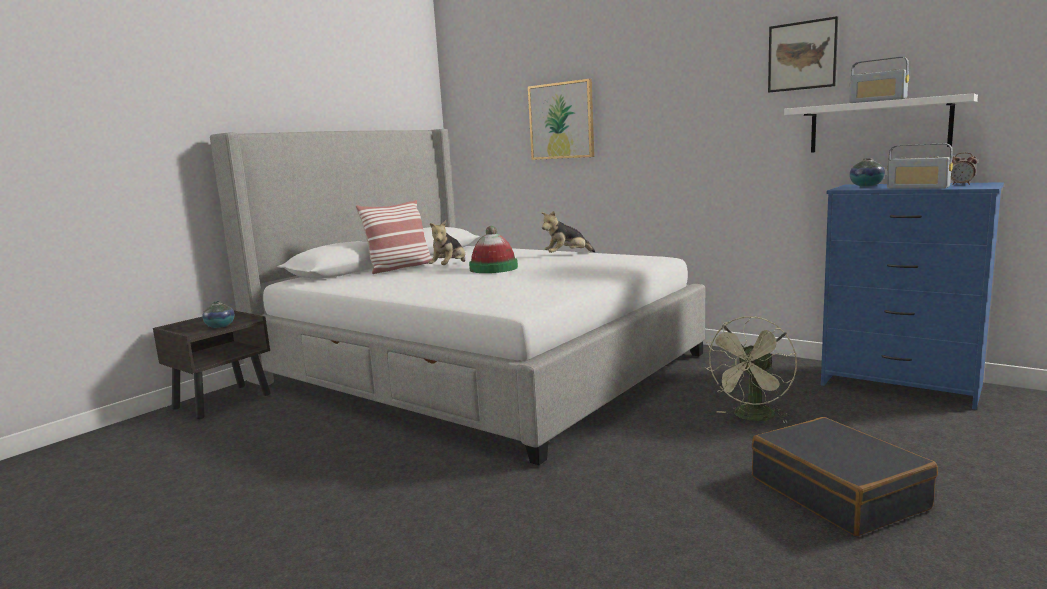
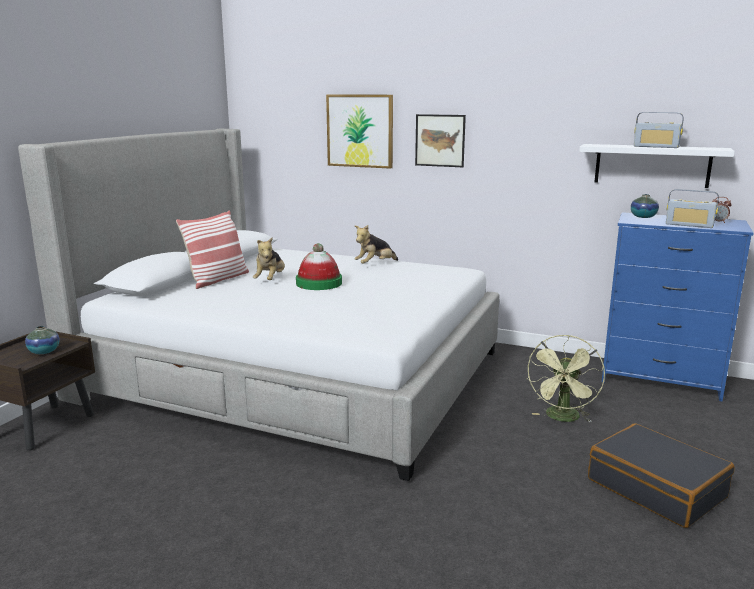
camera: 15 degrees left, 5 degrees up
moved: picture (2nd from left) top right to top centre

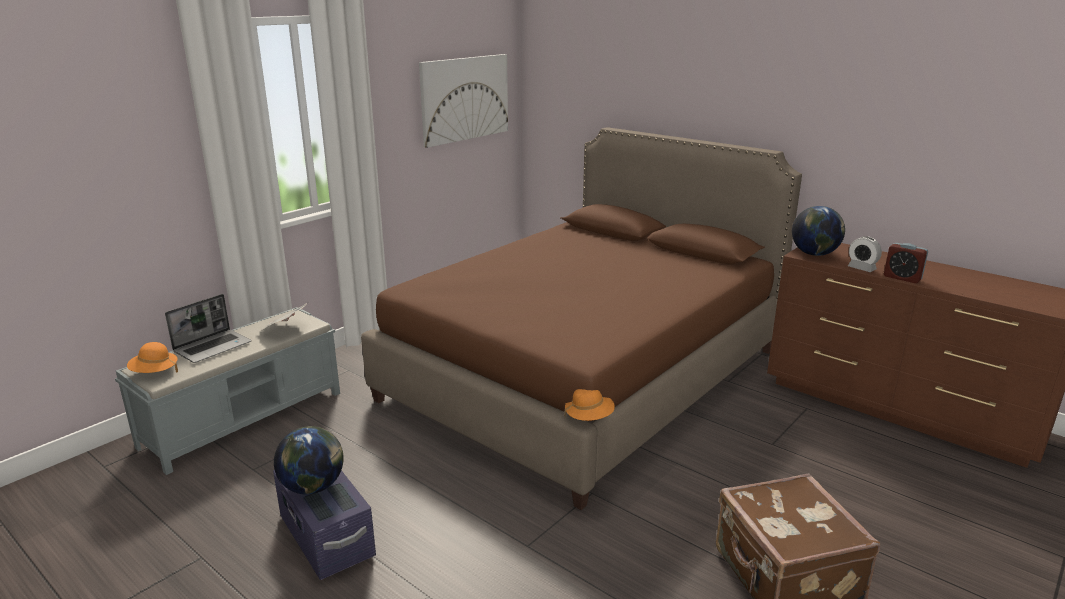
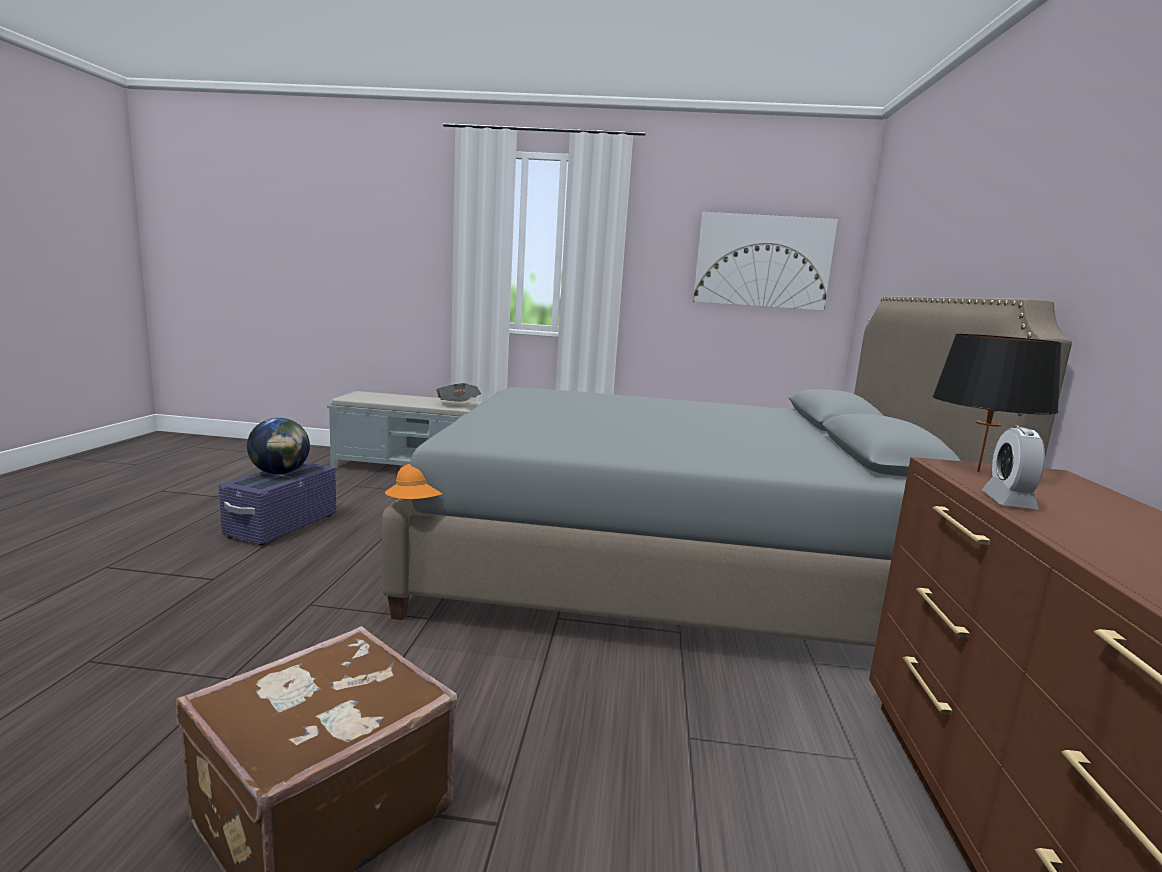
camera: 55 degrees right, 10 degrees down
removed: hat in orange (1st from left) middle left; notebook computer middle left; bedside clock (2nd from left) middle right
replaced: desk globe (2nd from left) middle right to table lamp in blackish middle right
recoloured: sleeping bed in brown centre to sleeping bed in grey centre

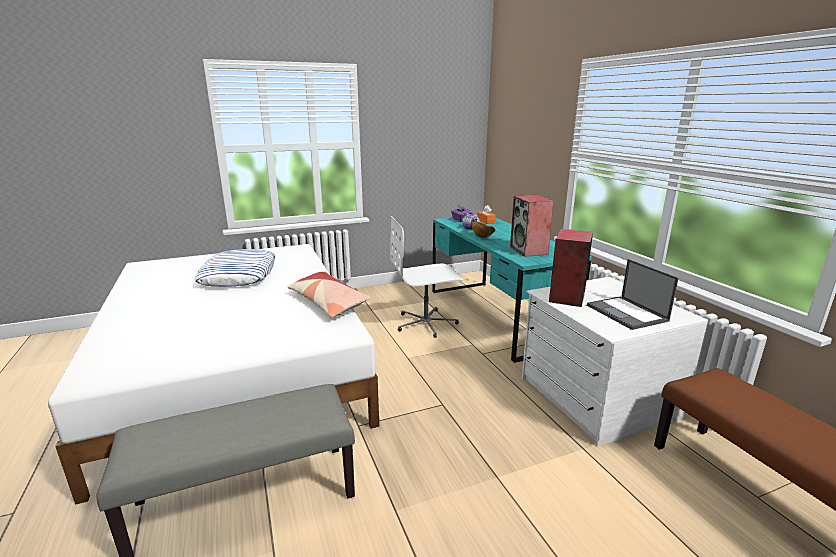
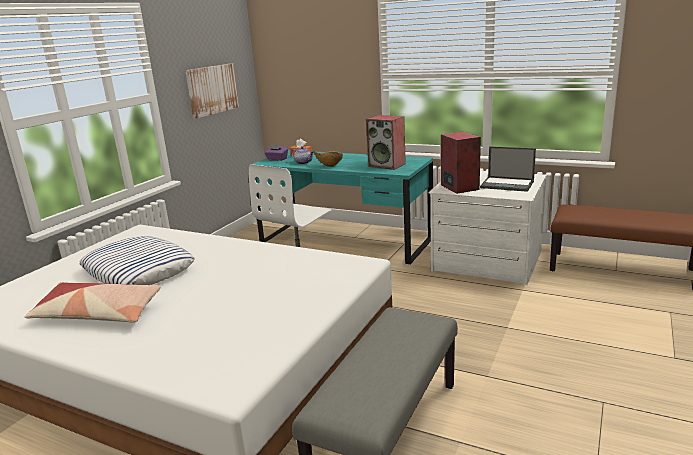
camera: 40 degrees left, 0 degrees up
added: picture top left
moved: cushion (2nd from left in the first image) centre to cushion (1st from left) middle left

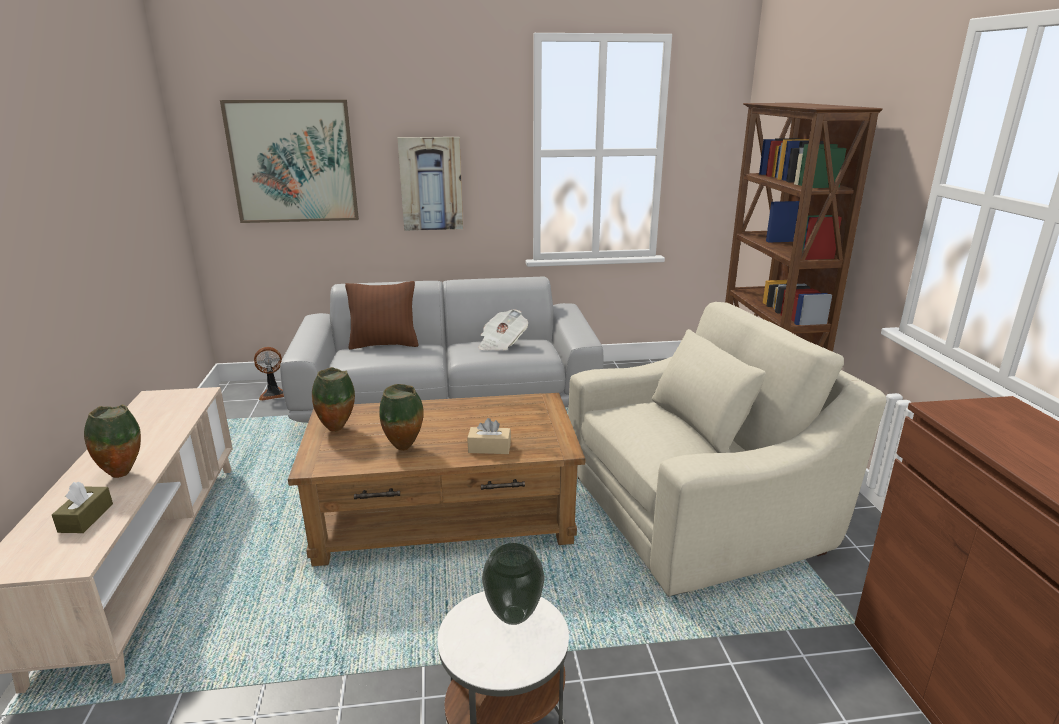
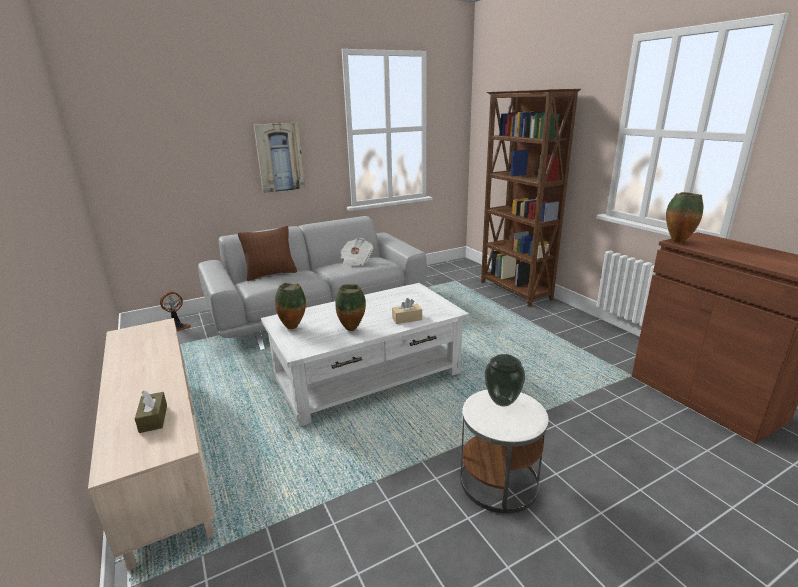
camera: 20 degrees left, 0 degrees up
removed: picture (1st from left) top left; lounge chair in beige-coloured middle right
moved: decorative vase (1st from left in the first image) middle left to decorative vase (4th from left) middle right
recoloured: coffee table in brown centre to coffee table in white-coloured centre

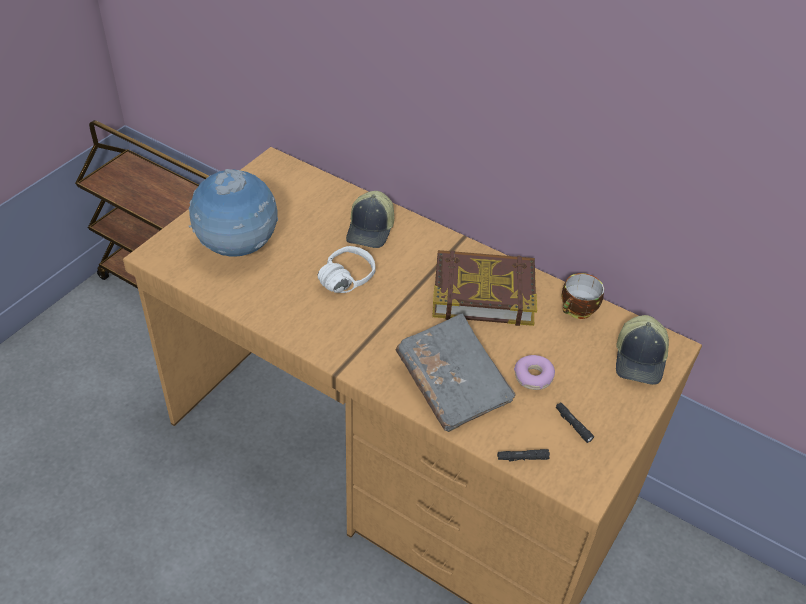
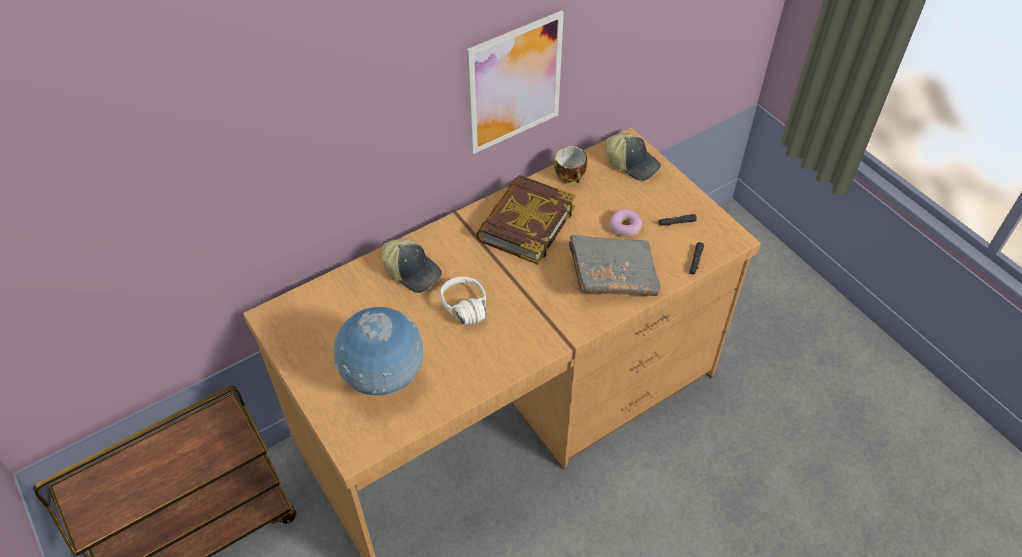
camera: 65 degrees left, 5 degrees up
added: picture top centre

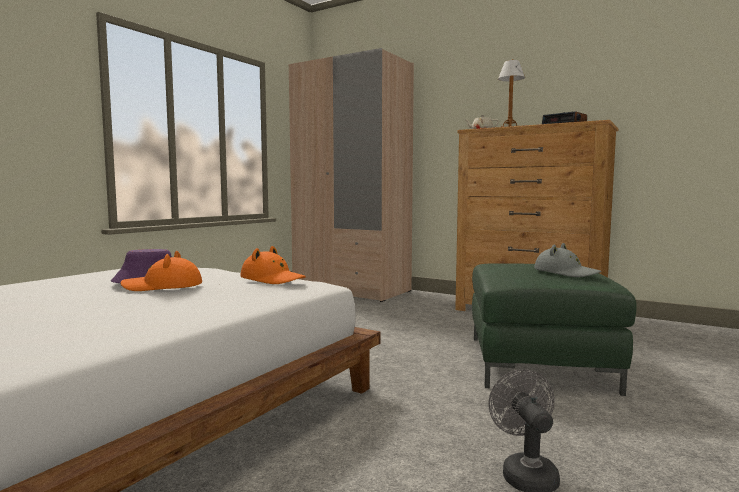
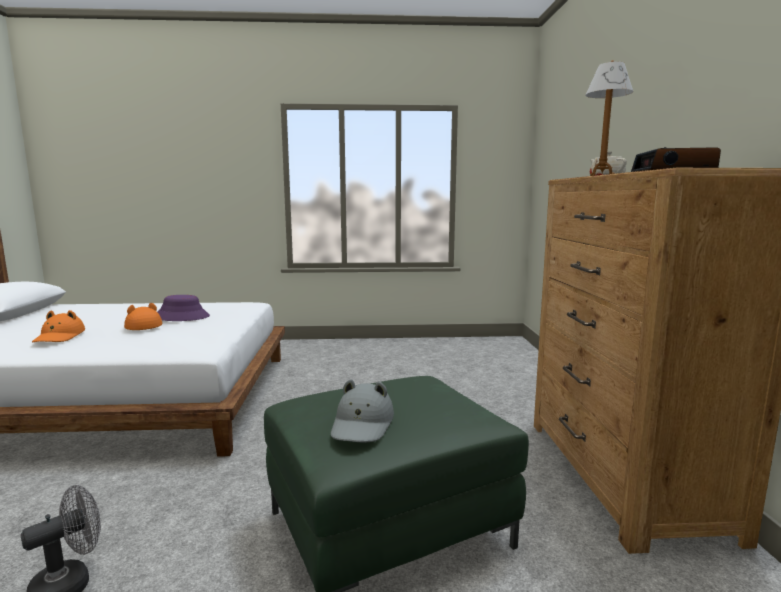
camera: 55 degrees right, 5 degrees up
removed: armoire in beige-coloured centre
moved: hat in orange (2nd from left in the first image) centre to hat in orange (1st from left) middle left

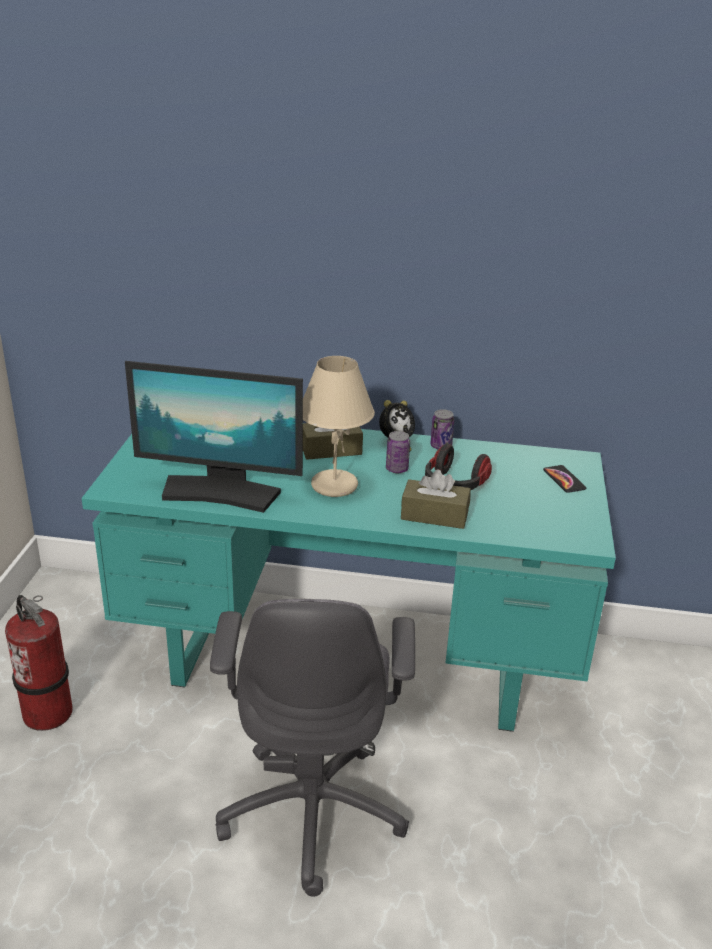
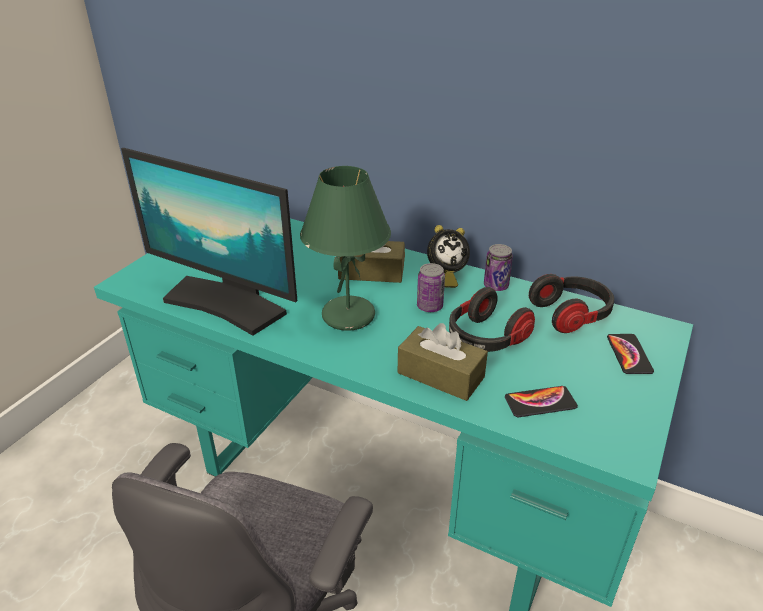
camera: 20 degrees right, 5 degrees up
removed: fire-fighting cylinder bottom left
added: phone (1st from left) middle right; headphones (2nd from left) middle right
recoloured: table lamp in beige-coloured centre to table lamp in green-coloured centre

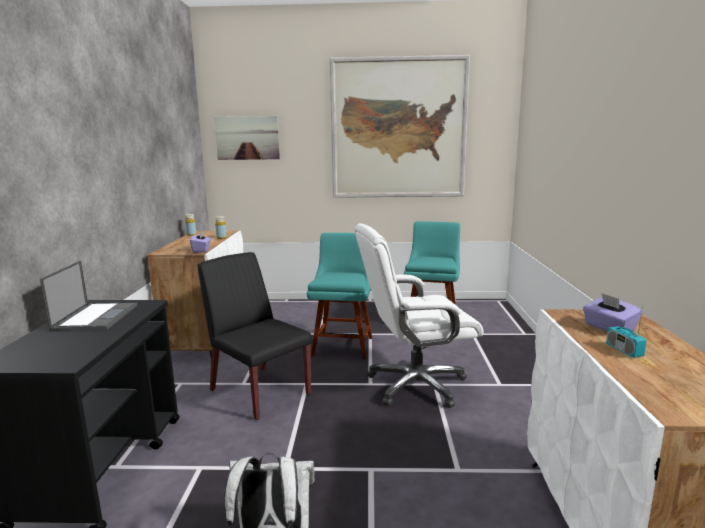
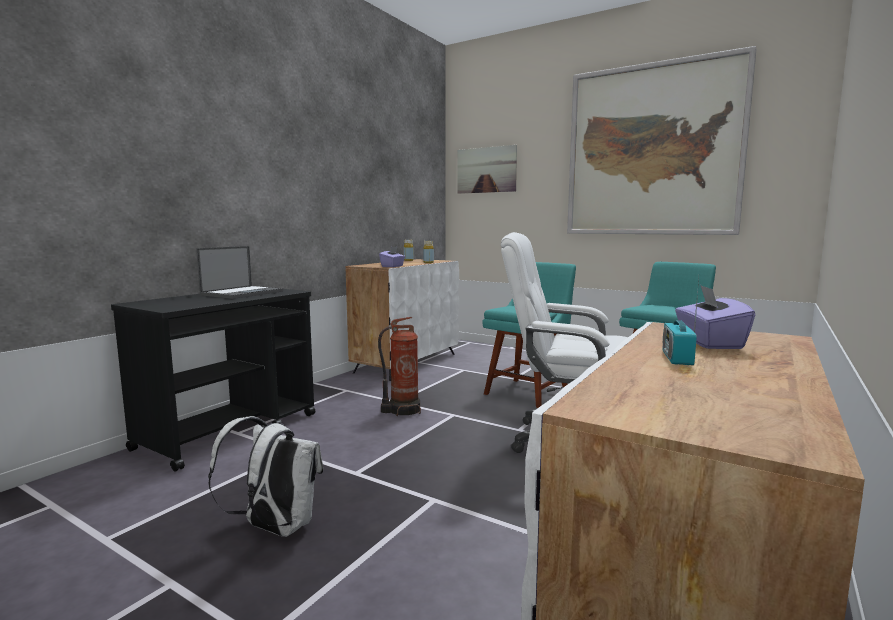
camera: 30 degrees right, 5 degrees down
replaced: plain chair in blackish centre to fire-fighting cylinder centre

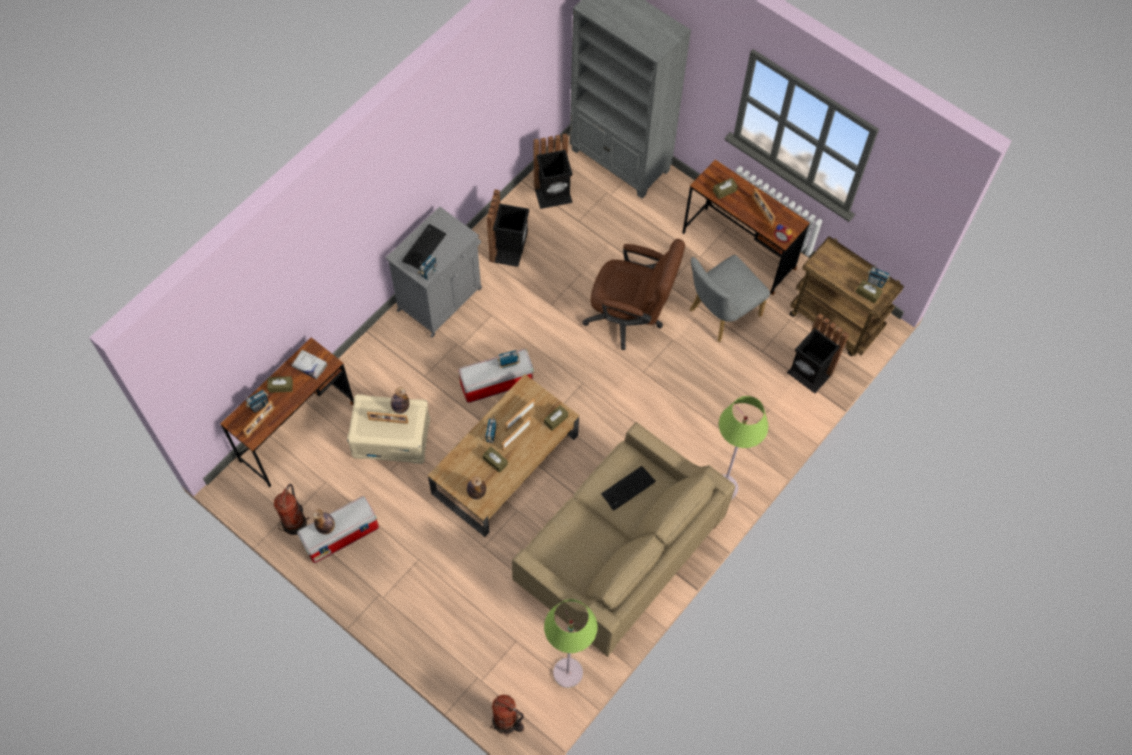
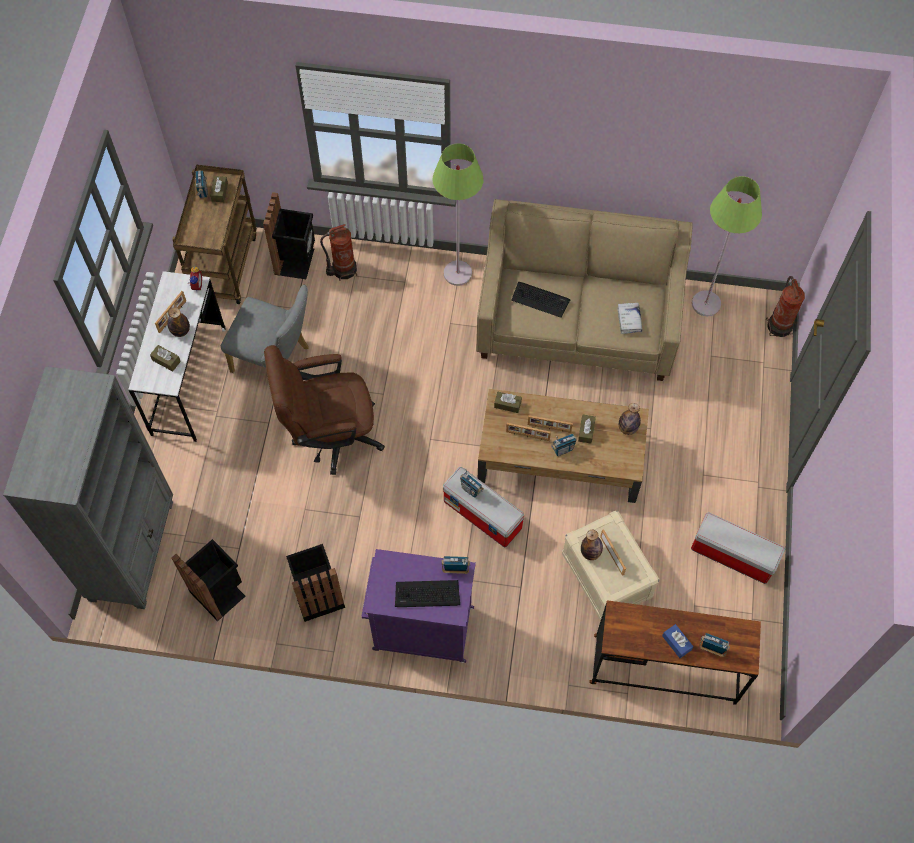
camera: 120 degrees left, 0 degrees up
removed: picture frame (1st from left) middle left
moved: fire-fighting cylinder (1st from left) bottom left to top centre; volume in white-coloured middle left to middle right; beverage bottle (1st from left) bottom left to middle left
recoloured: tissue box in brown (1st from left) middle left to tissue box in bluish bottom right; storage cabinet in grey centre to storage cabinet in purplish bottom centre; desk unit in brown (2nd from left) top centre to desk unit in white-coloured middle left
turned: office chair in brown centre = centre 90 degrees counterclockwise

